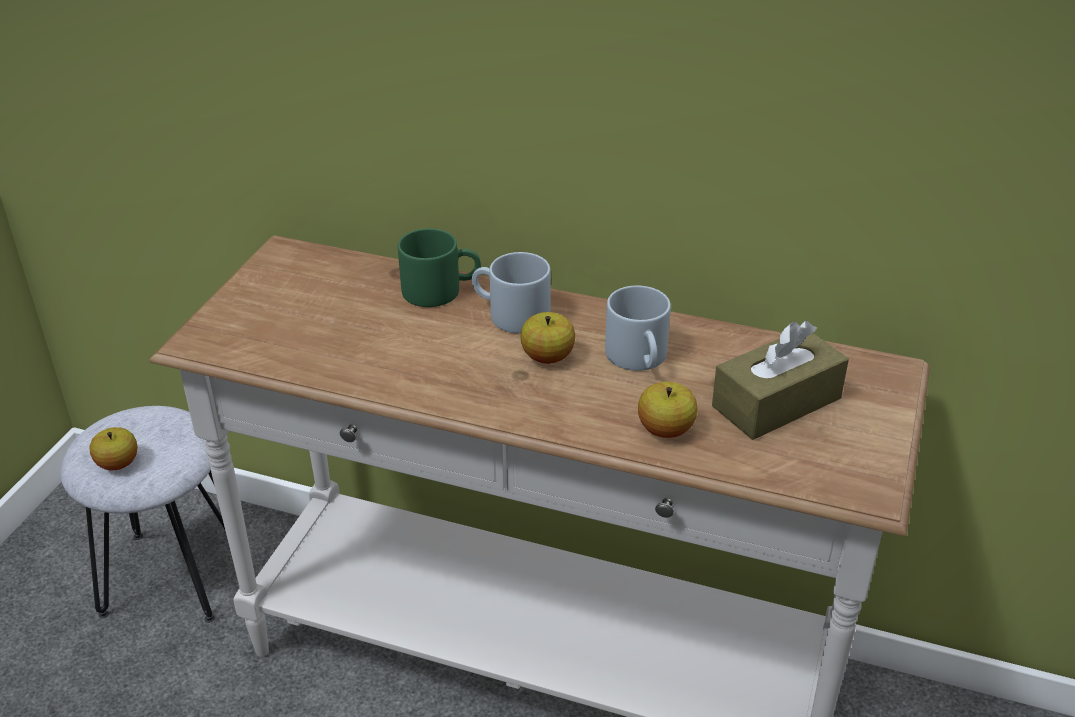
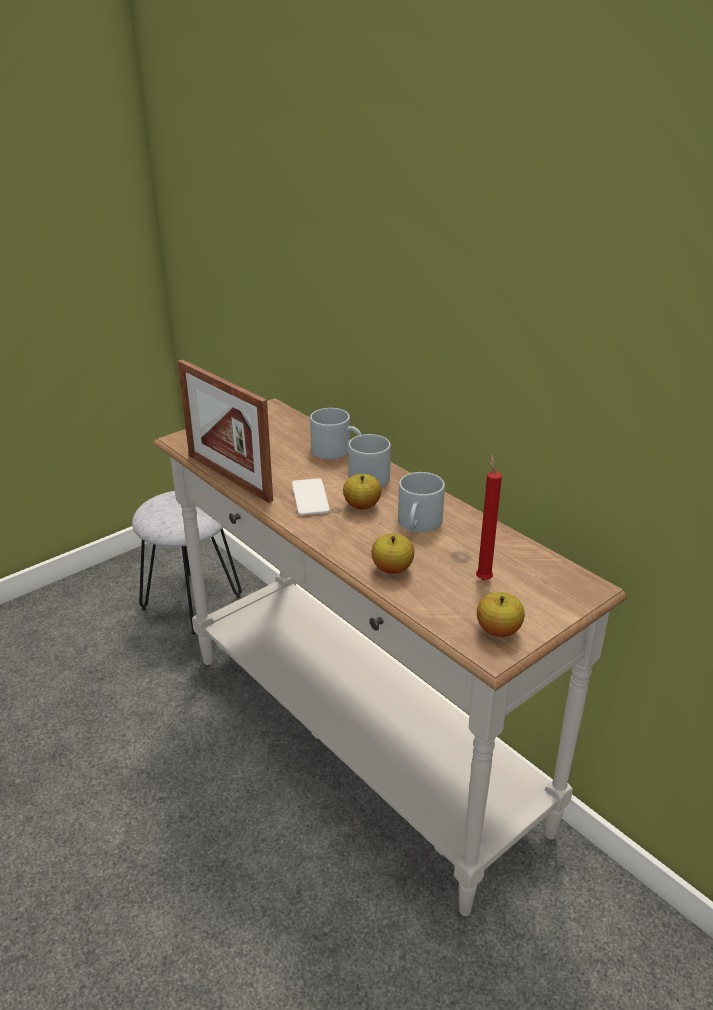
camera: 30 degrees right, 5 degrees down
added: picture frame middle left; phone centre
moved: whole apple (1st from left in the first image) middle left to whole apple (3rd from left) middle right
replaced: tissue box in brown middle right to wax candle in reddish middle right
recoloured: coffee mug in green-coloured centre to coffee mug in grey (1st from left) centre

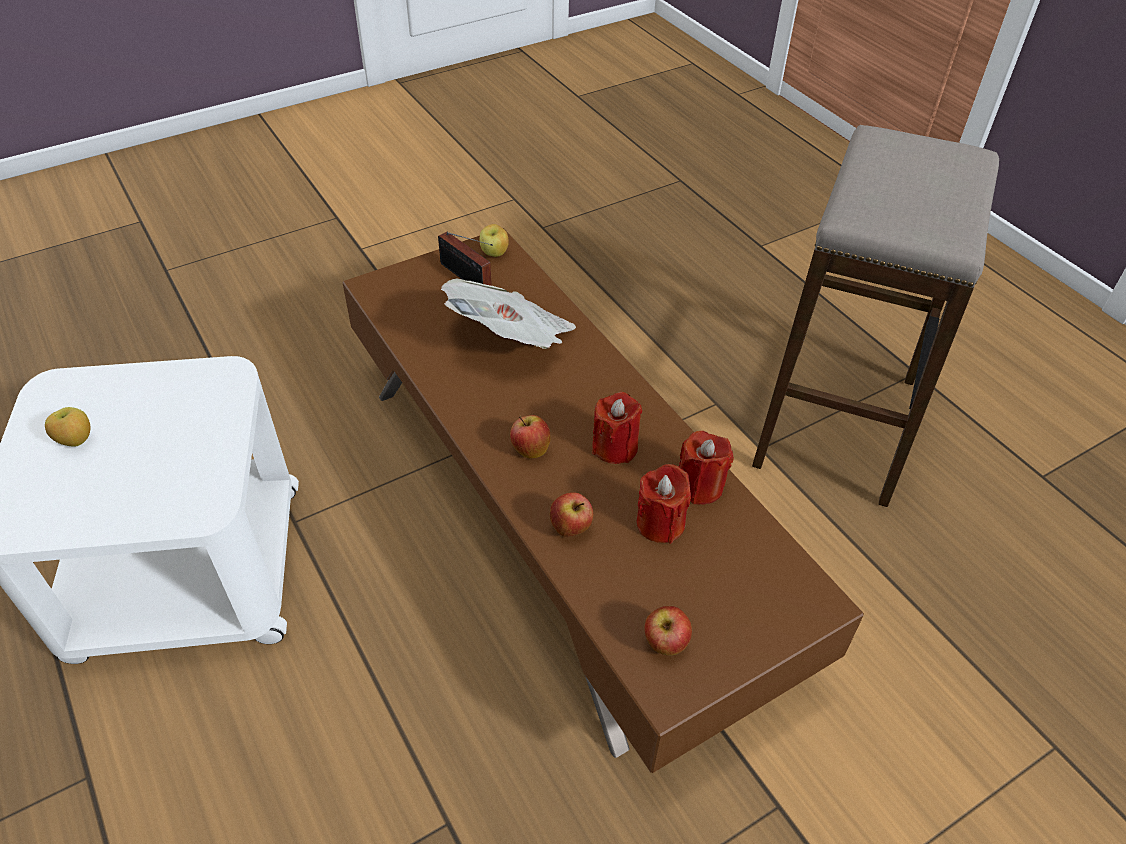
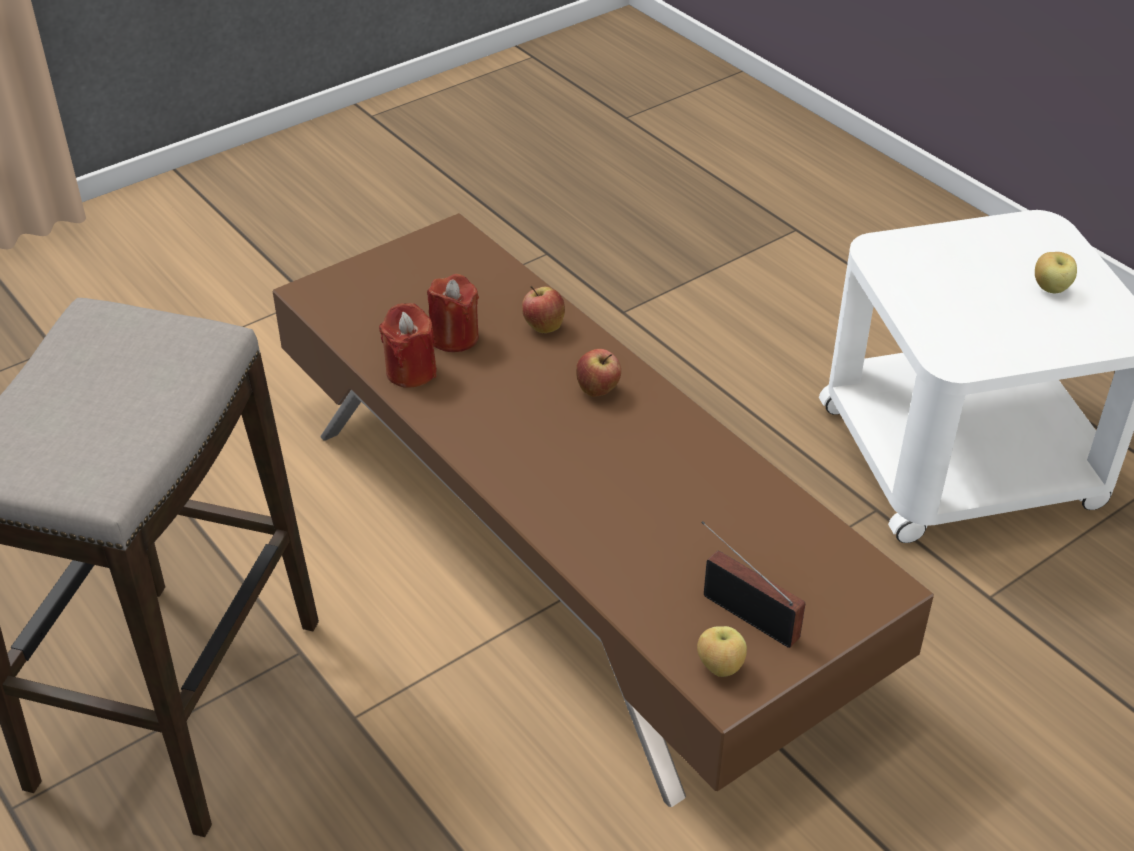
camera: 175 degrees right, 5 degrees down
removed: newspaper centre; wax candle in reddish (1st from left) centre; whole apple (5th from left) bottom centre

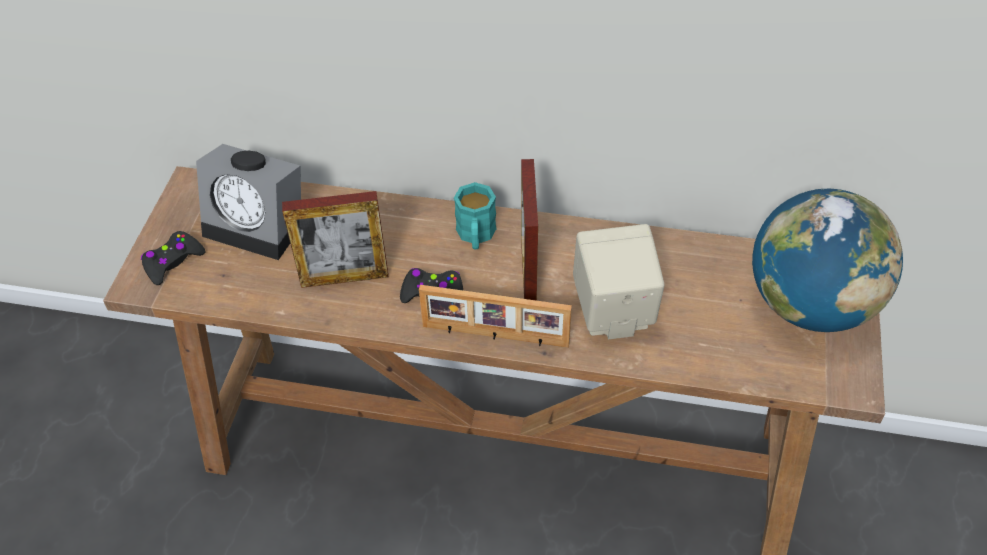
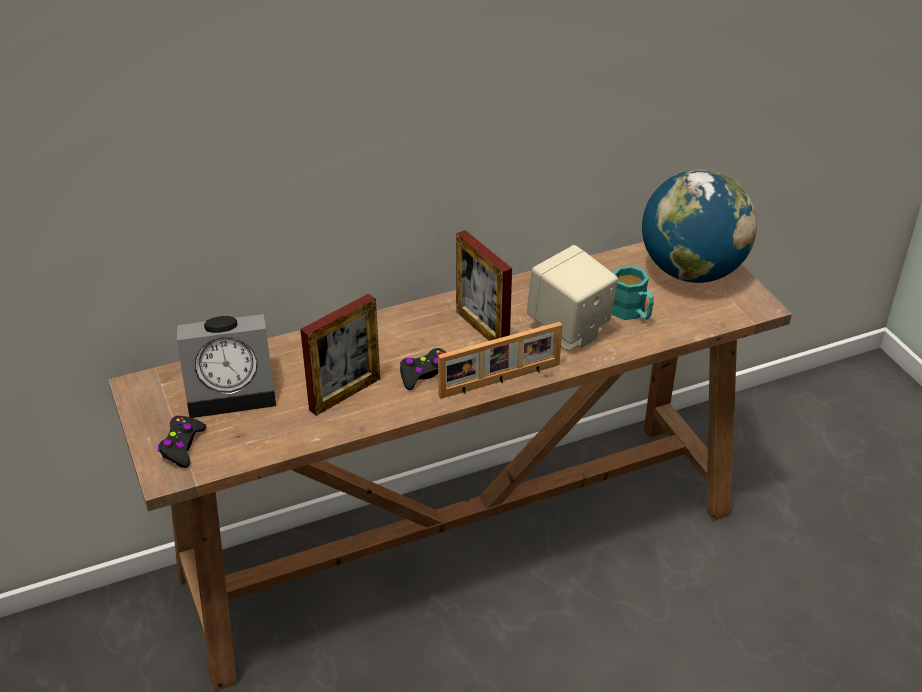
camera: 35 degrees left, 10 degrees down
moved: coffee mug in blue-green centre to middle right

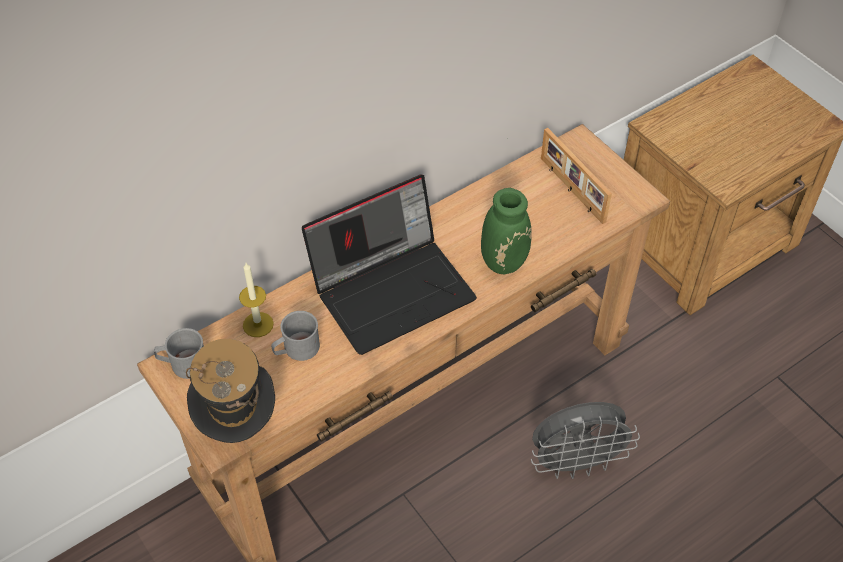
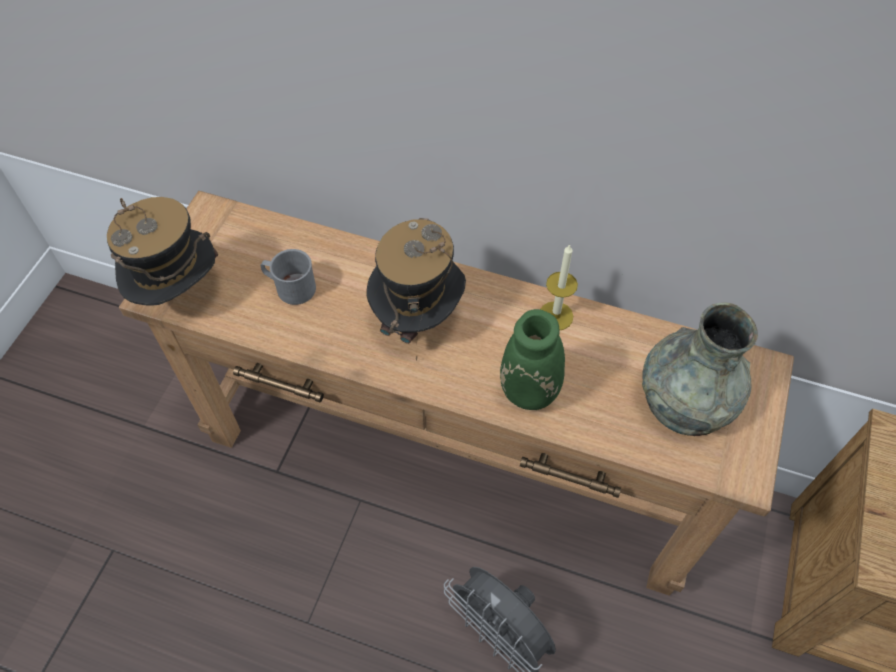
camera: 55 degrees right, 5 degrees up
removed: coffee mug in grey (1st from left) middle left
moved: wax candle middle left to centre
replaced: notebook computer centre to hat (2nd from left) centre; picture frame top right to decorative vase in grey middle right

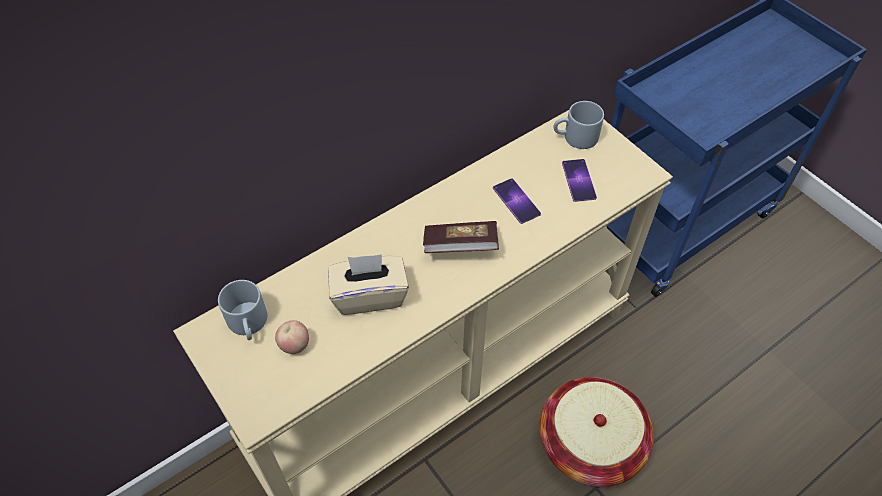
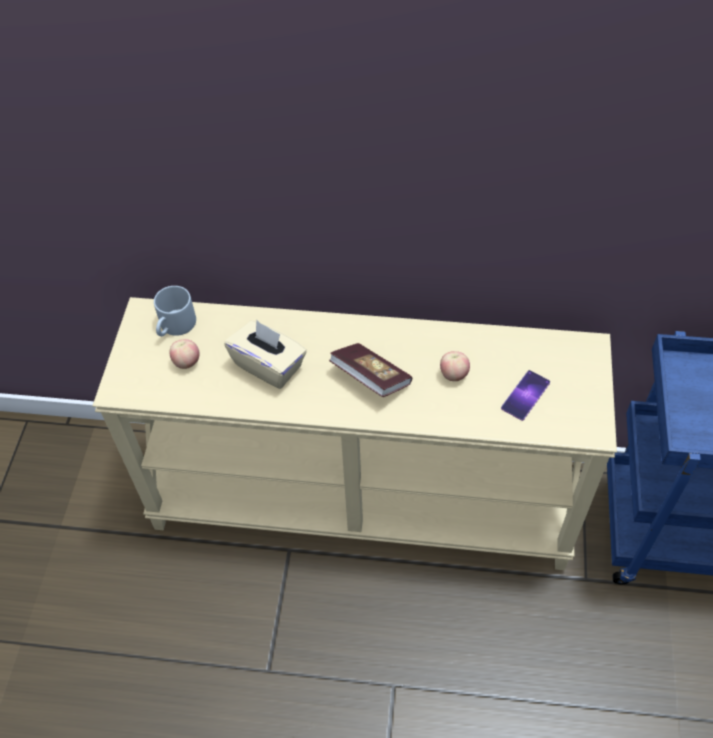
camera: 45 degrees right, 0 degrees up
removed: storage basket bottom right; coffee mug in grey (2nd from left) top centre
replaced: phone (1st from left) centre to whole apple (2nd from left) centre

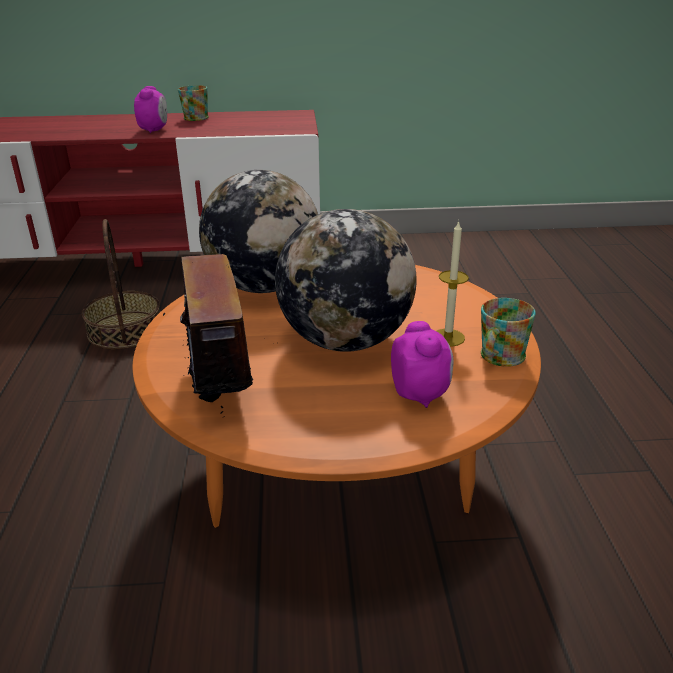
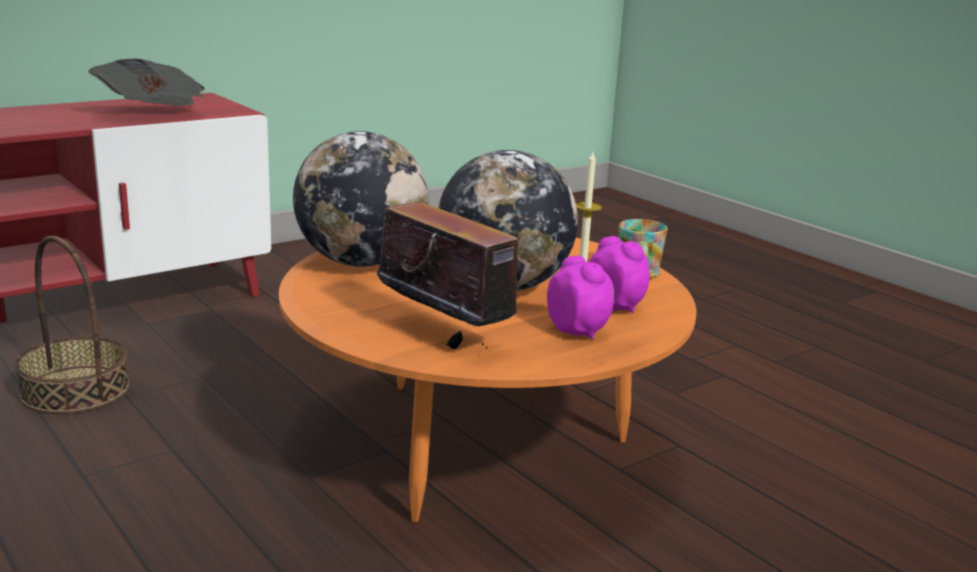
camera: 35 degrees left, 10 degrees down
removed: coffee mug (1st from left) top left
added: newspaper top left
moved: bedside clock (1st from left) top left to centre

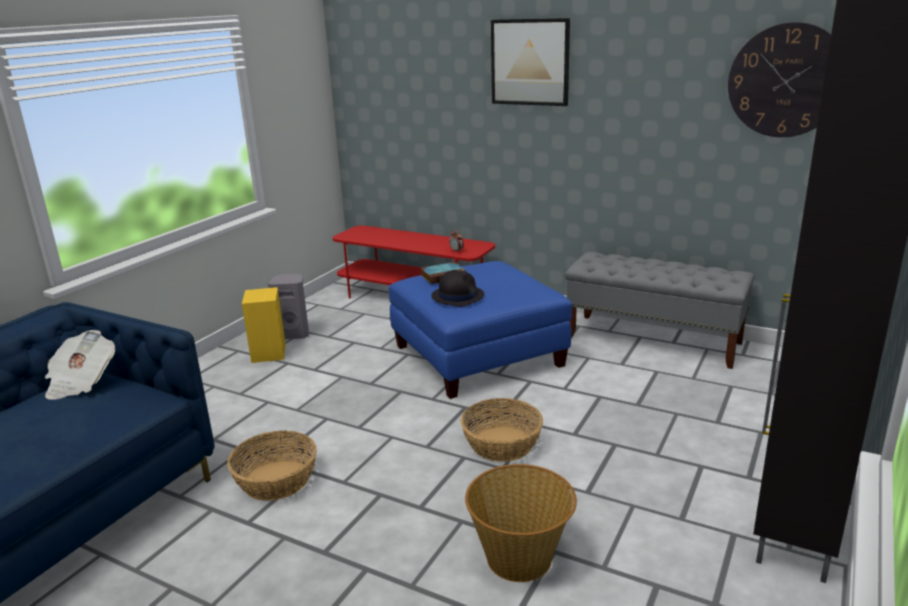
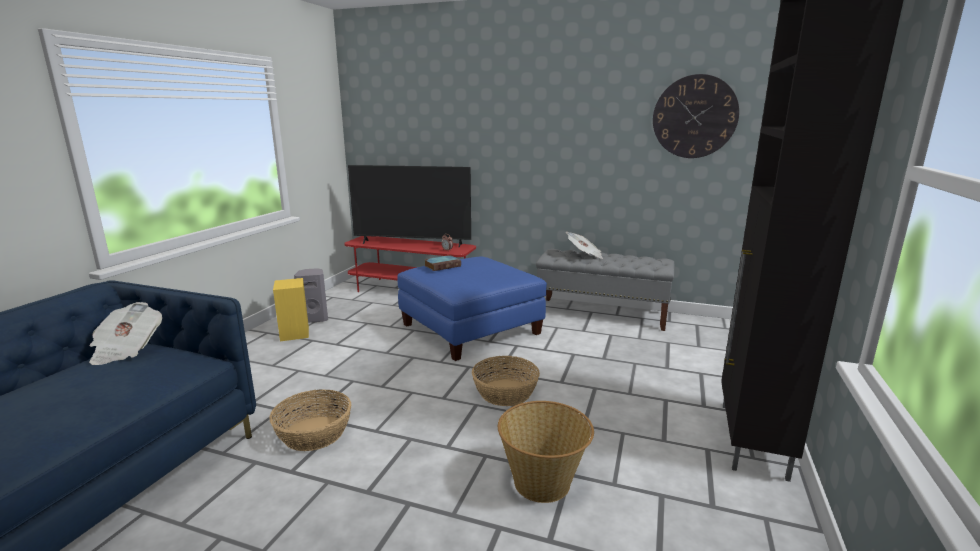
camera: 10 degrees left, 5 degrees down
removed: hat in blackish centre; picture top centre
added: TV set centre; newspaper (2nd from left) centre

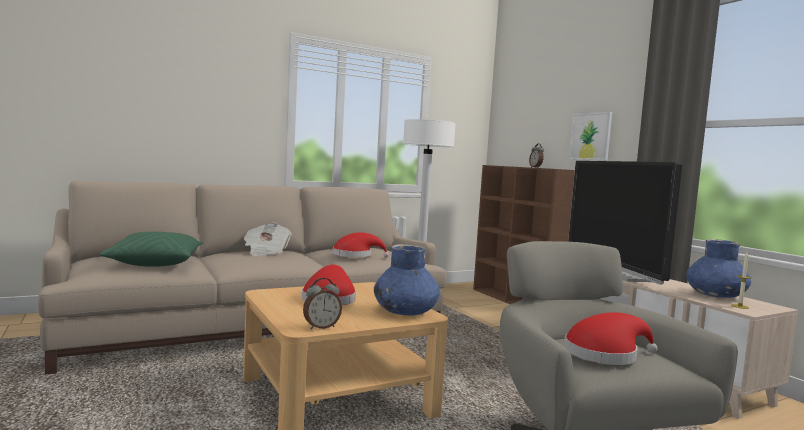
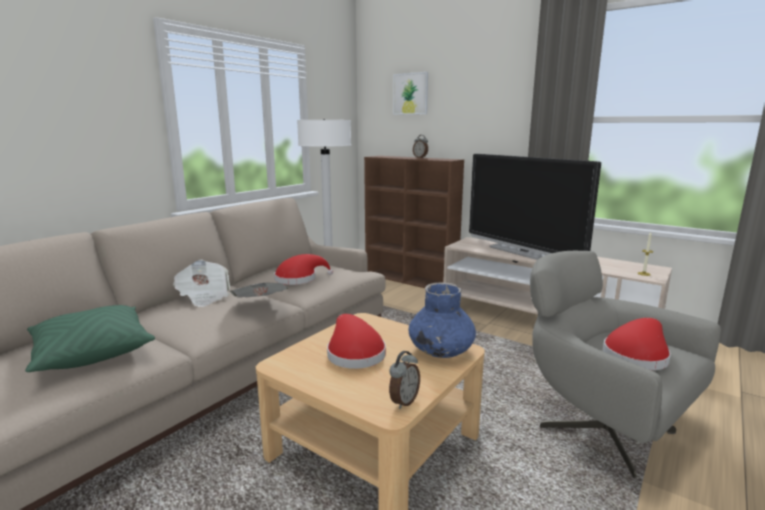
camera: 25 degrees left, 10 degrees up
removed: decorative vase in bluish (2nd from left) middle right
added: newspaper (2nd from left) centre
moved: picture top right to top centre

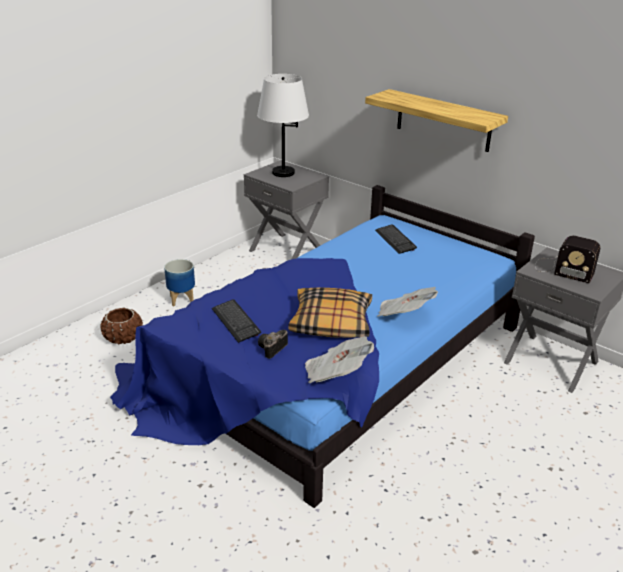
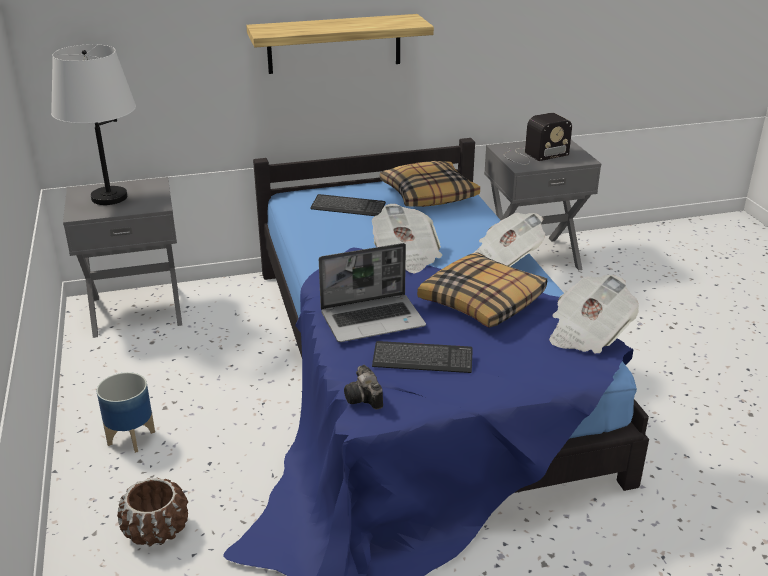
camera: 55 degrees left, 0 degrees up
added: notebook computer centre; newspaper (1st from left) centre; cushion (1st from left) top centre
moved: still camera centre to bottom centre

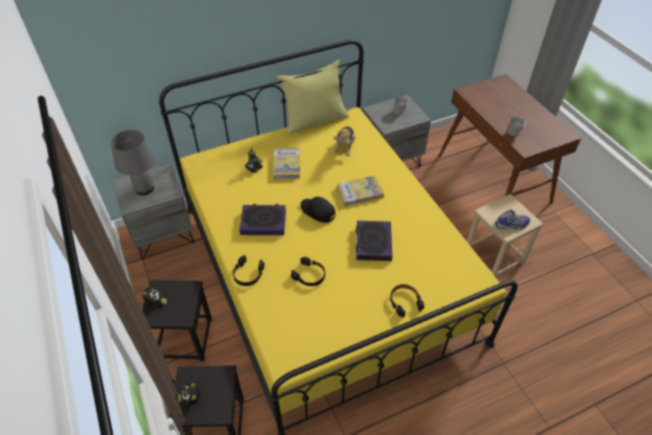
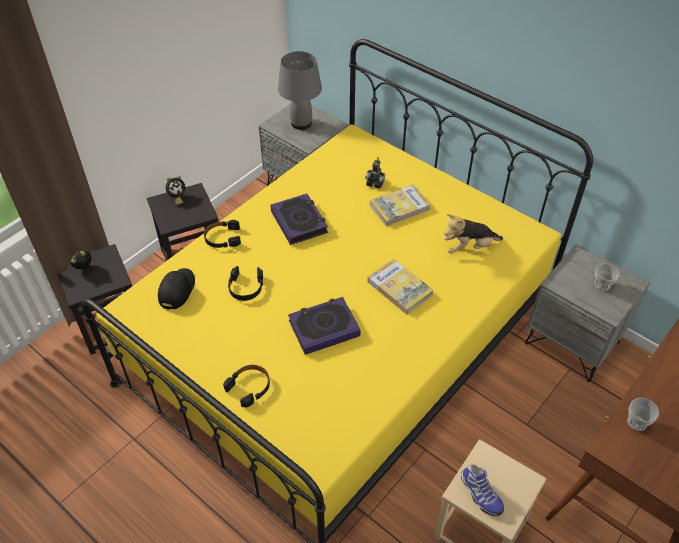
camera: 65 degrees right, 0 degrees up
removed: cushion in yellow top centre
moved: peaked cap in blackish centre to middle left

